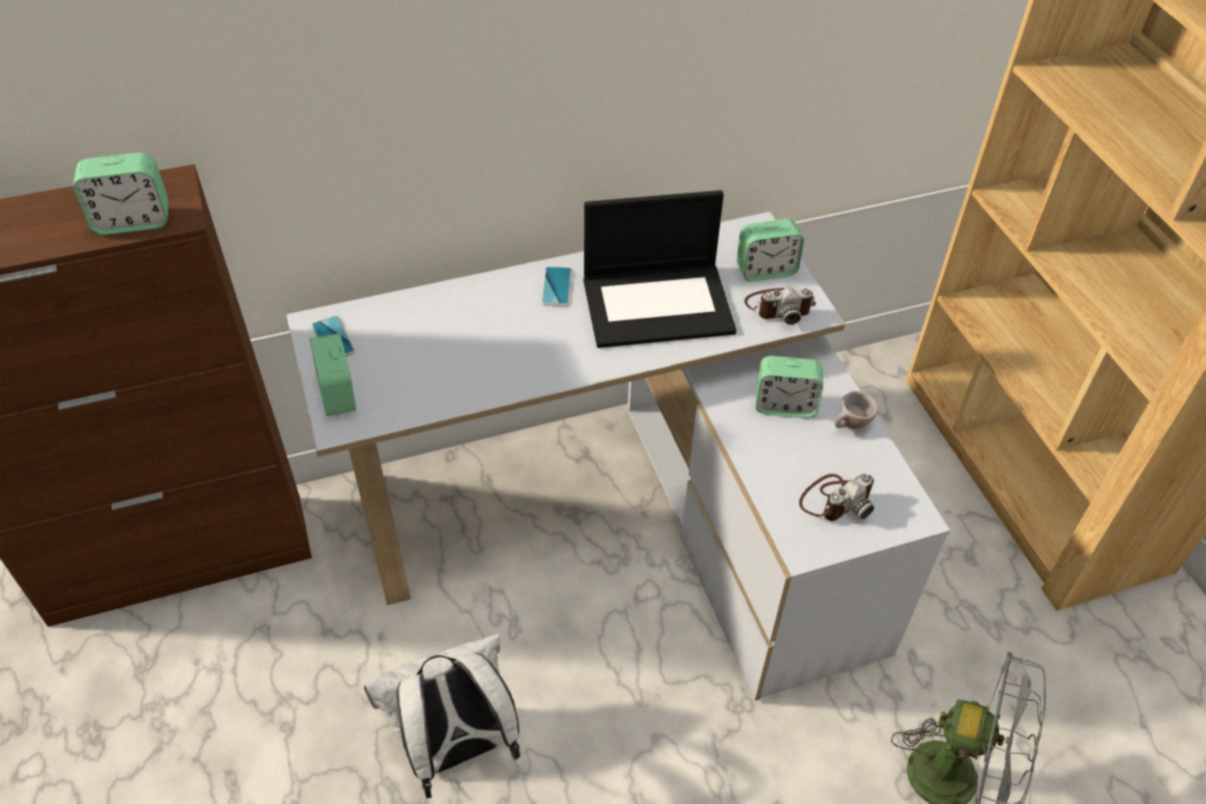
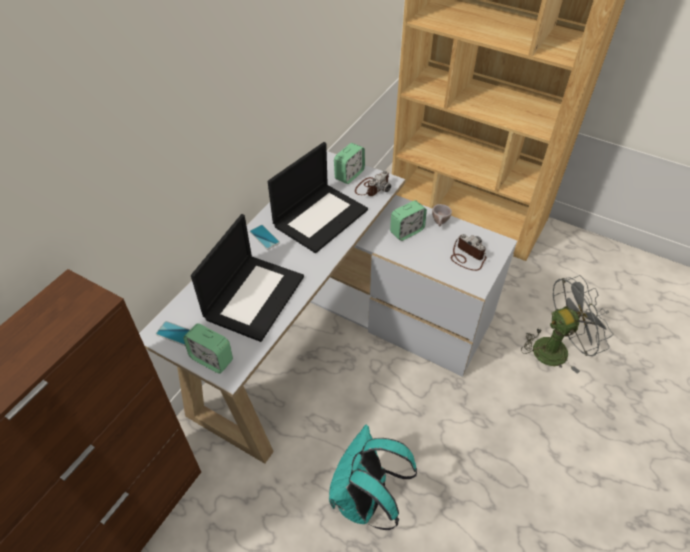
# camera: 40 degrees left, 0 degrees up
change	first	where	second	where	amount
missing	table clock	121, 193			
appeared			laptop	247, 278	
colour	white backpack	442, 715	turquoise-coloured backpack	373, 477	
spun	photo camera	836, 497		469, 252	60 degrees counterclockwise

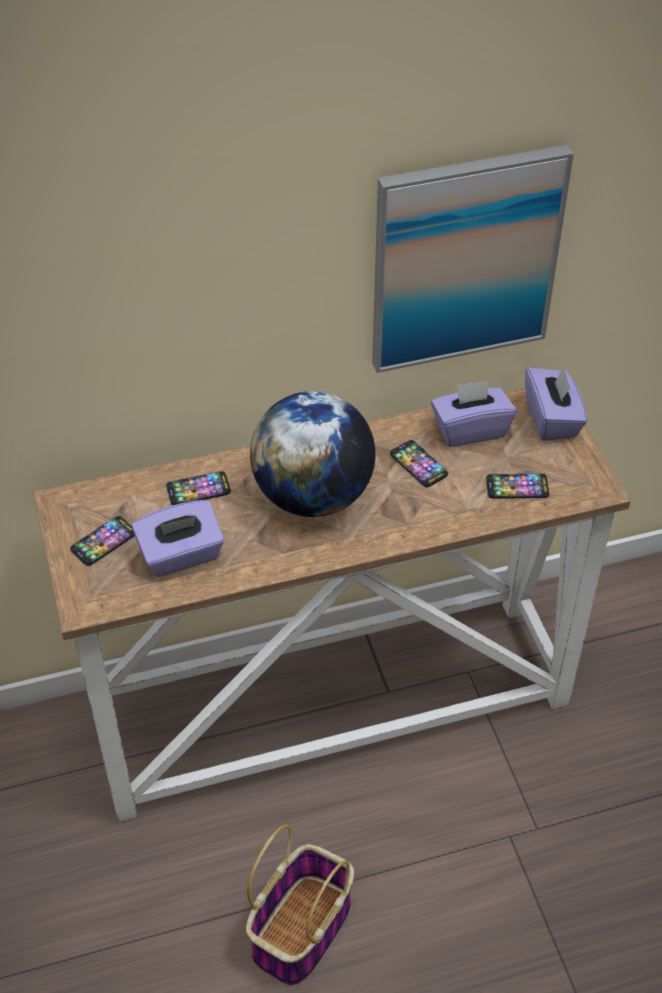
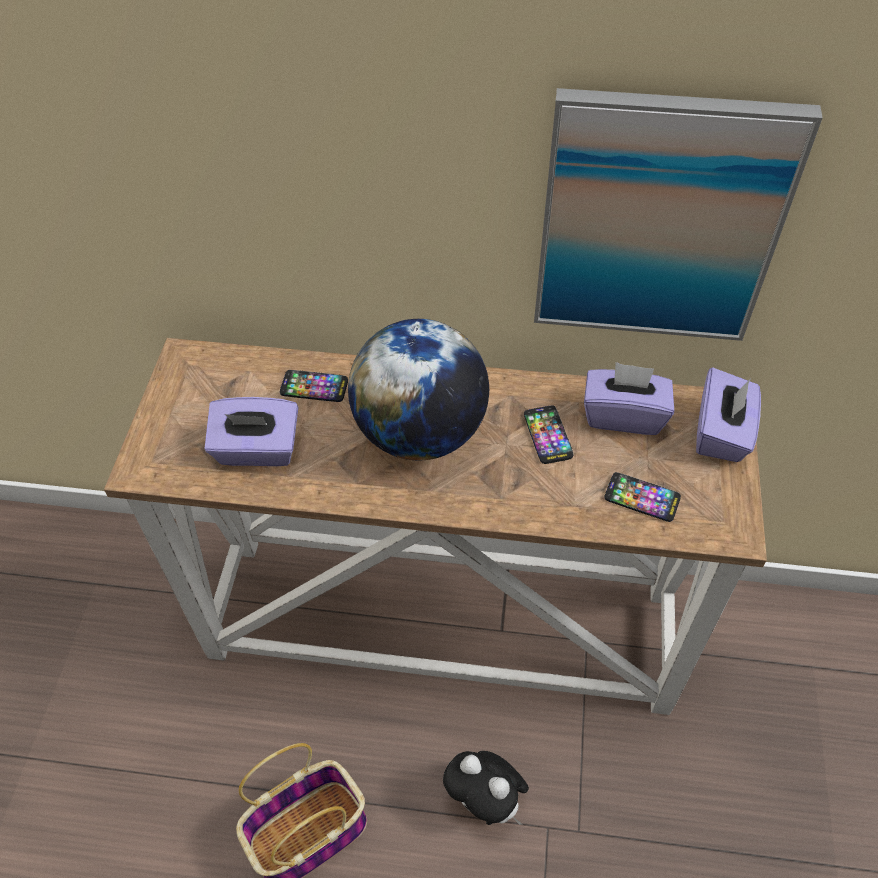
# camera: 25 degrees right, 5 degrees up
change	first	where	second	where	amount
missing	phone	102, 541			
appeared			soft toy	486, 788	

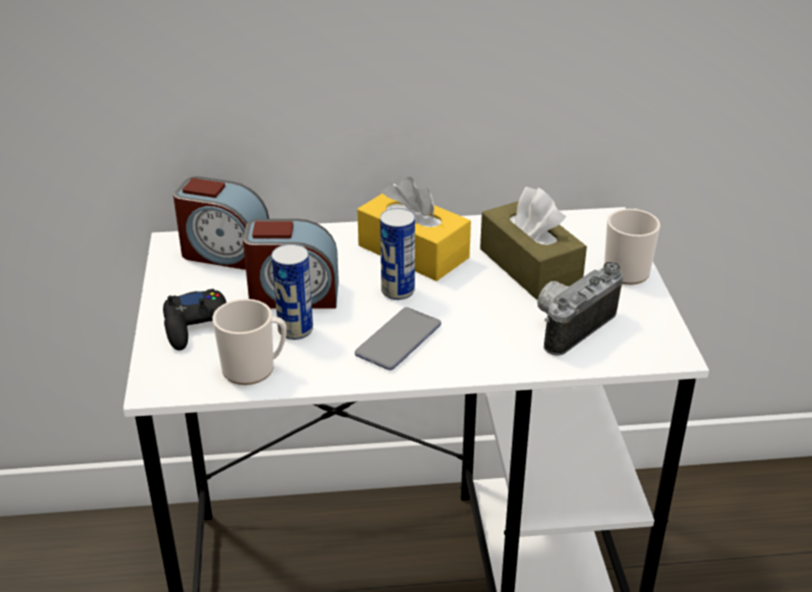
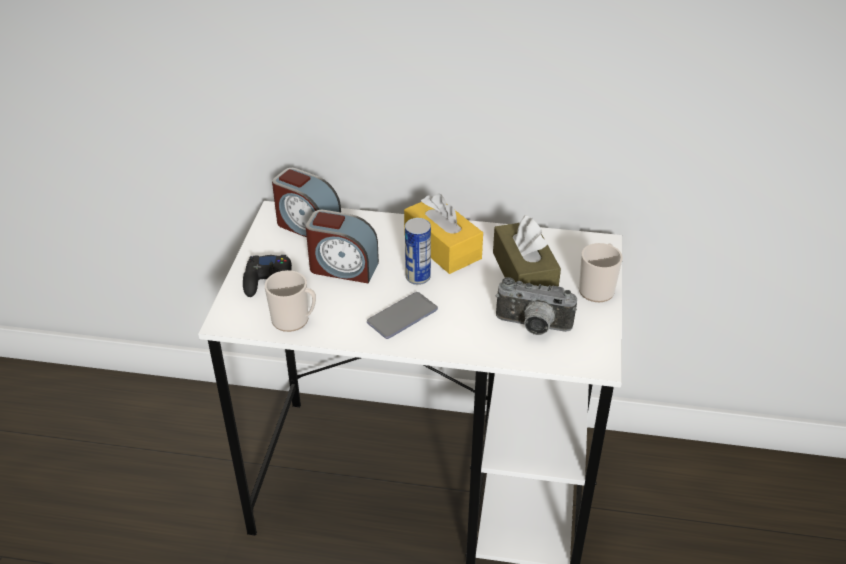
# camera: 15 degrees right, 5 degrees up
change	first	where	second	where	amount
missing	sealed can	292, 292			
spun	photo camera	580, 309		536, 306	135 degrees counterclockwise

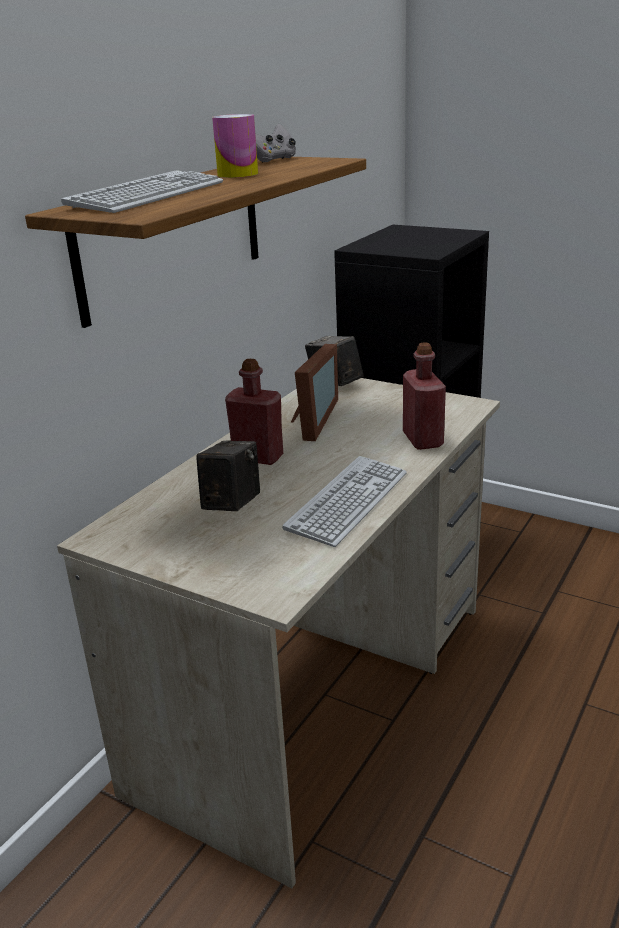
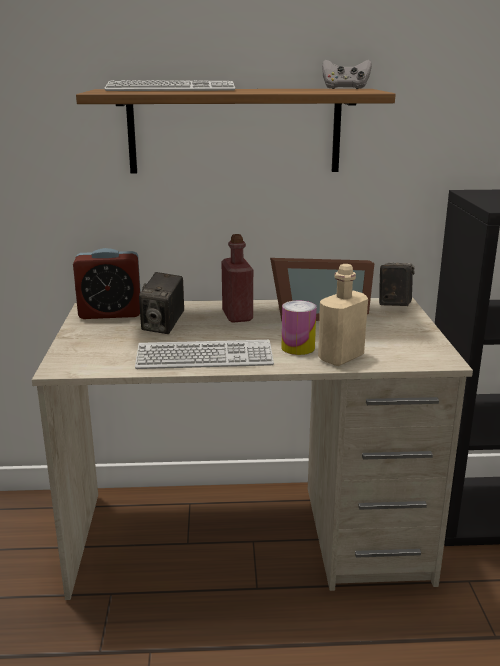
# camera: 55 degrees right, 5 degrees down
change	first	where	second	where	amount
appeared			table clock	107, 283	
relocated	sealed can	235, 146		299, 328	
colour	red-coloured beverage bottle	424, 396	beige-coloured beverage bottle	343, 315	
spun	photo camera	228, 475		161, 303	120 degrees clockwise

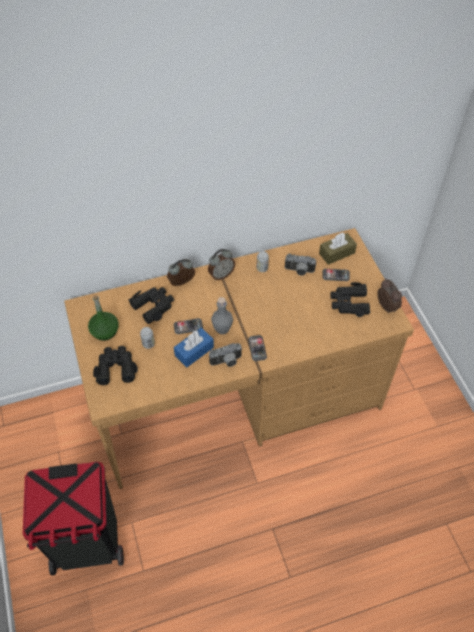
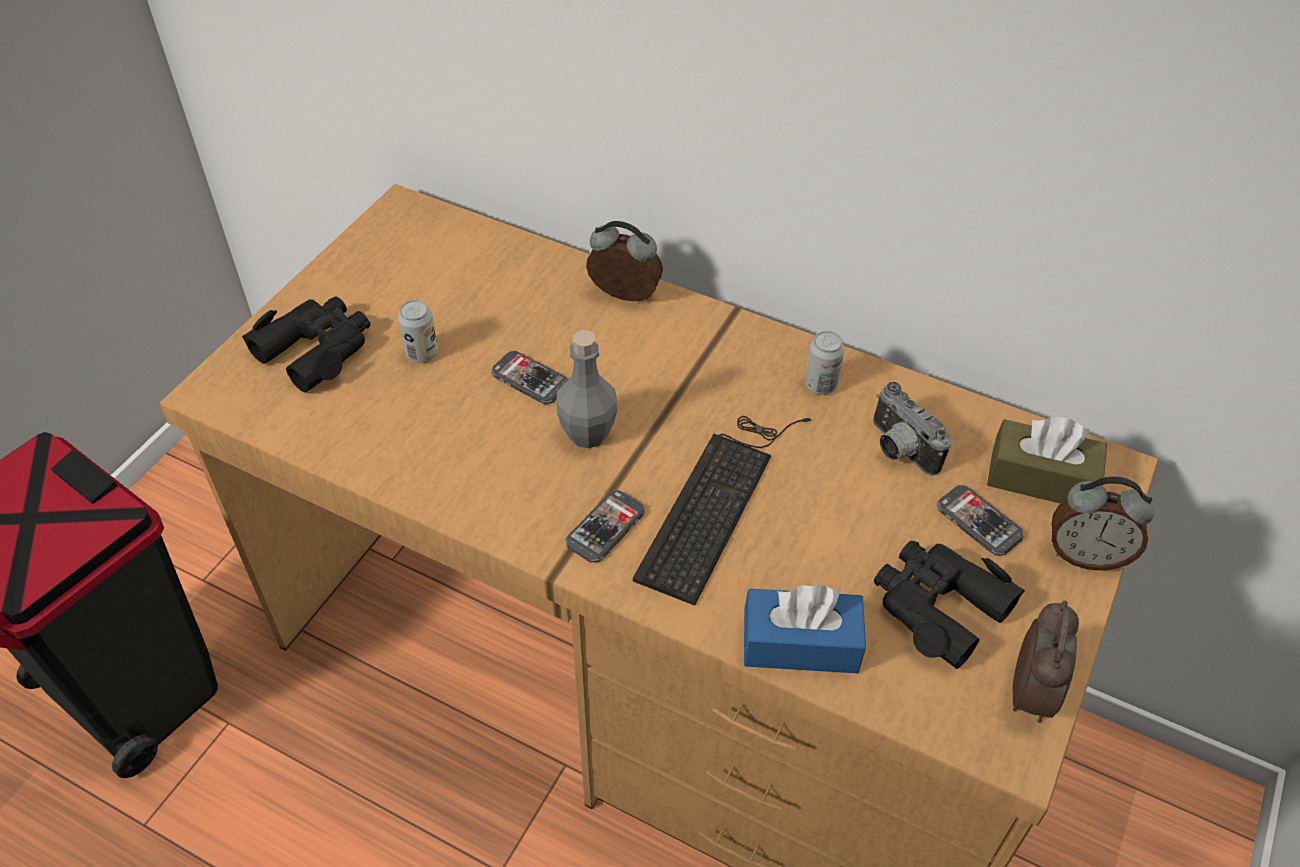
# camera: 45 degrees right, 5 degrees down
change	first	where	second	where	amount
missing	greenish beverage bottle	103, 318			
missing	black binoculars	151, 305			
missing	photo camera	225, 355			
appeared			PC keyboard	722, 511	
relocated	blue tissue holder	194, 347		805, 628	
relocated	table clock	221, 264		1103, 524	

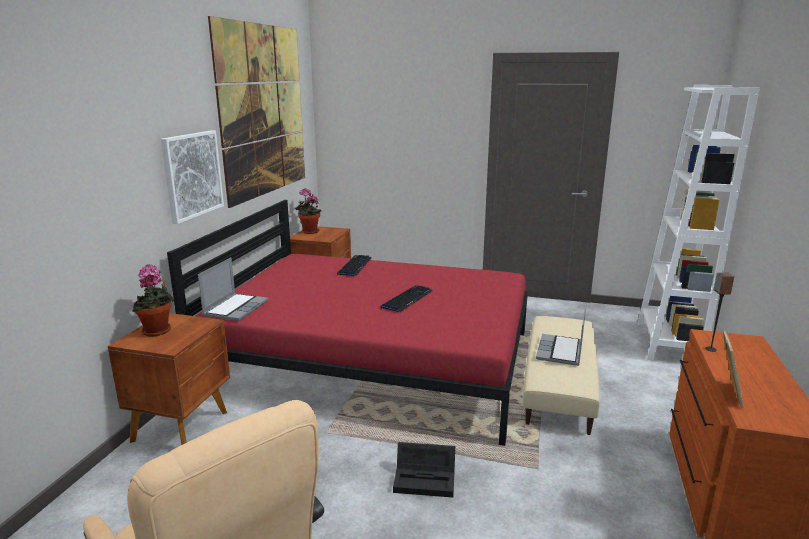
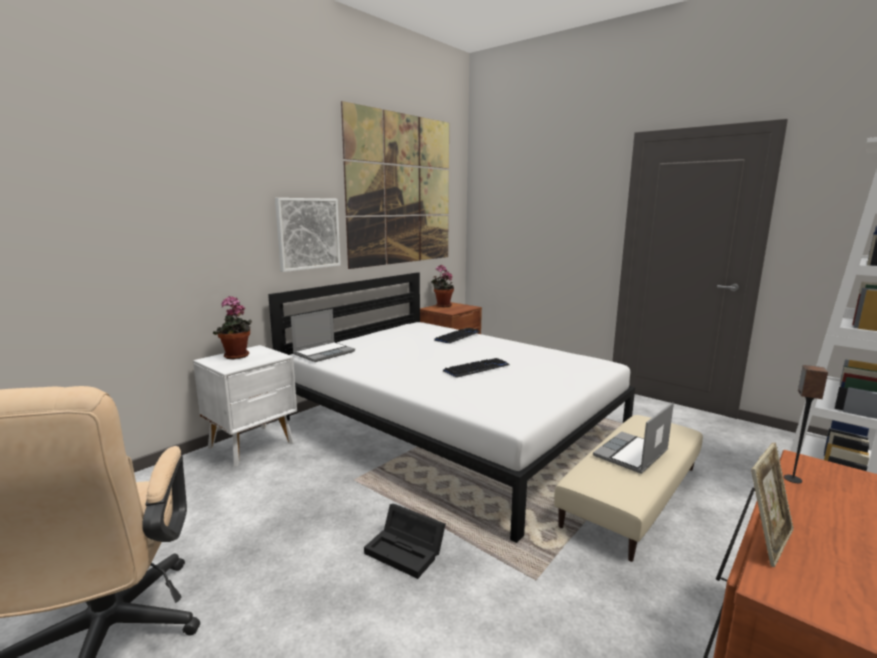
# camera: 25 degrees right, 5 degrees down
change	first	where	second	where	amount
colour	brownish nightstand	169, 379	white nightstand	245, 406	
colour	red-coloured bedroom bed	347, 323	white bedroom bed	451, 407	

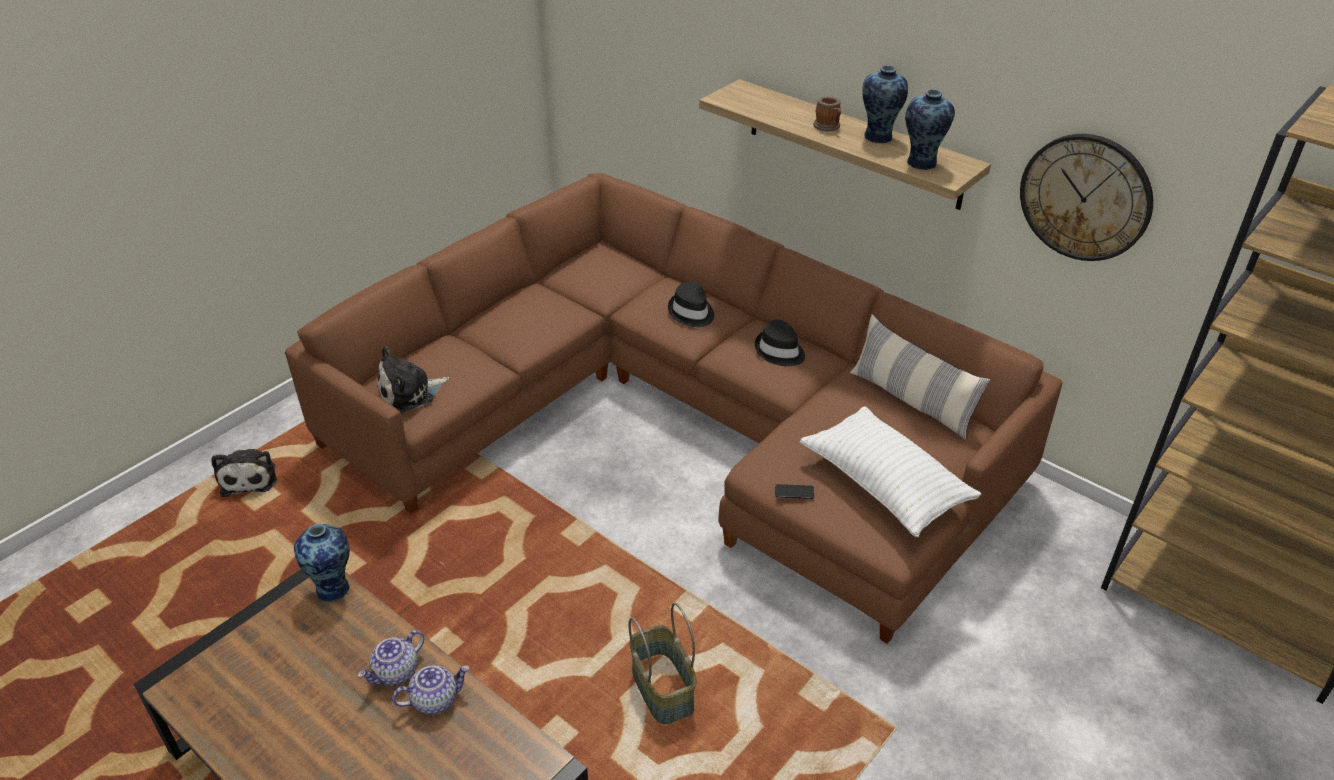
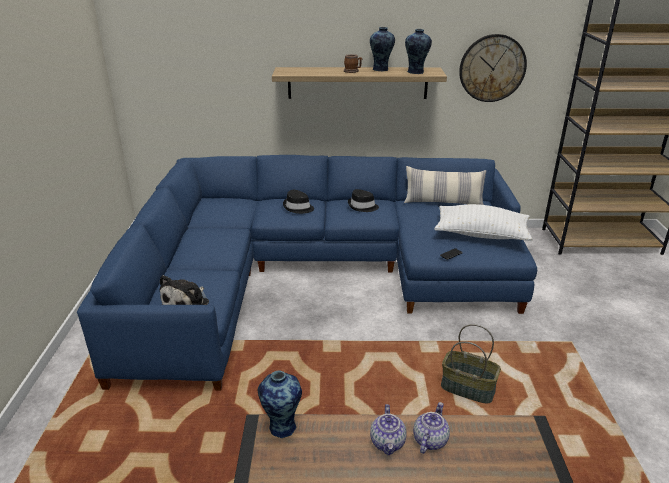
# camera: 40 degrees left, 10 degrees down
change	first	where	second	where	amount
missing	soft toy	244, 473			
colour	brownish couch	673, 408	blue couch	307, 272	

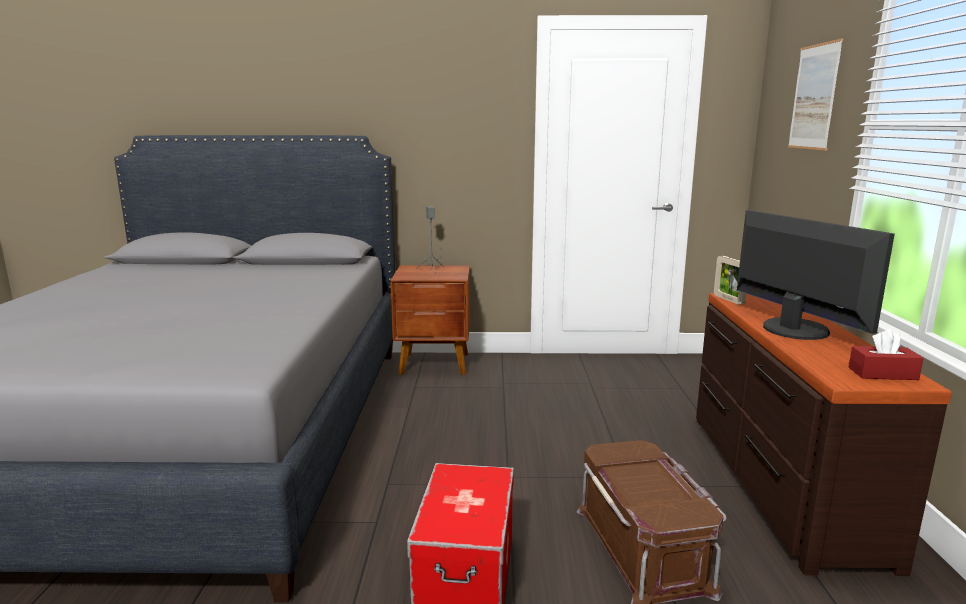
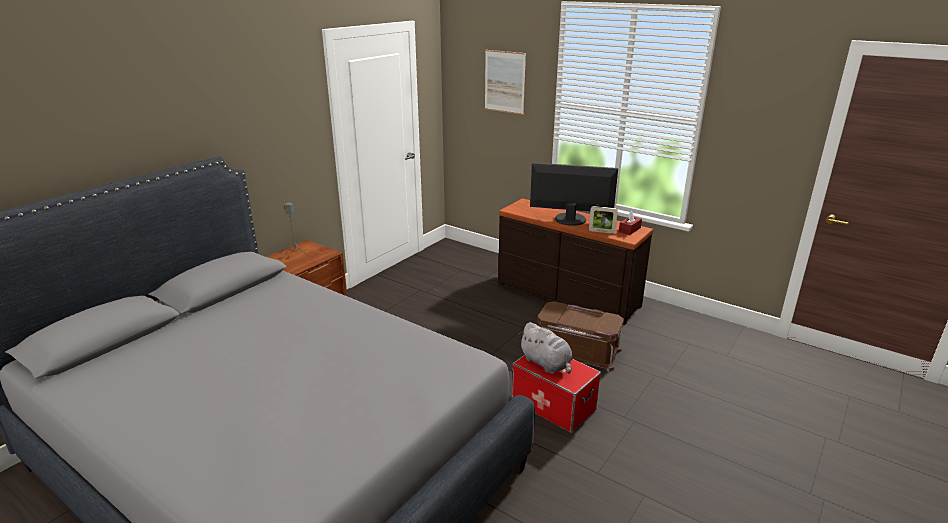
# camera: 55 degrees left, 10 degrees up
change	first	where	second	where	amount
appeared			greyish soft toy	545, 348	
relocated	standing frame	730, 280		603, 220	

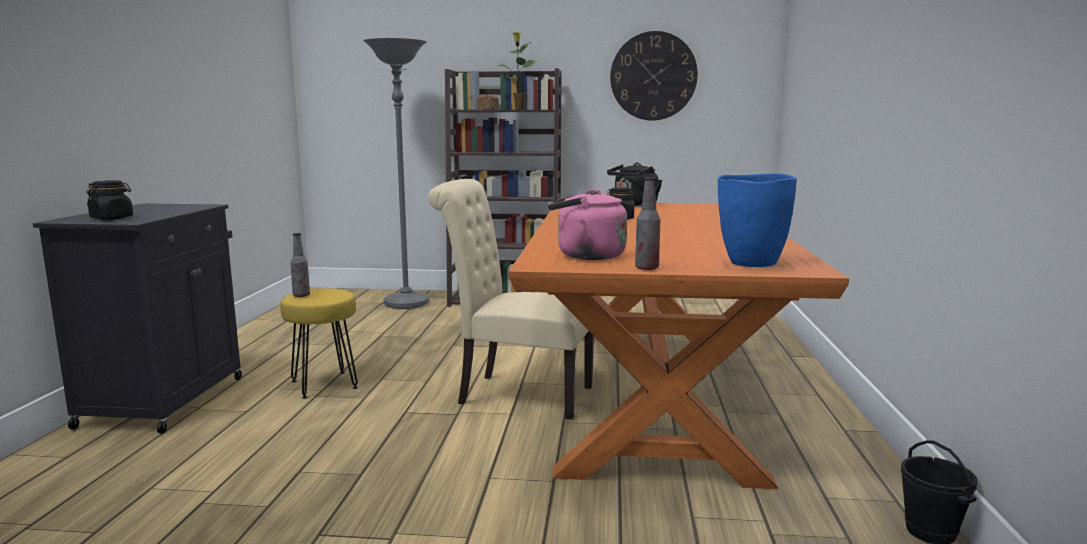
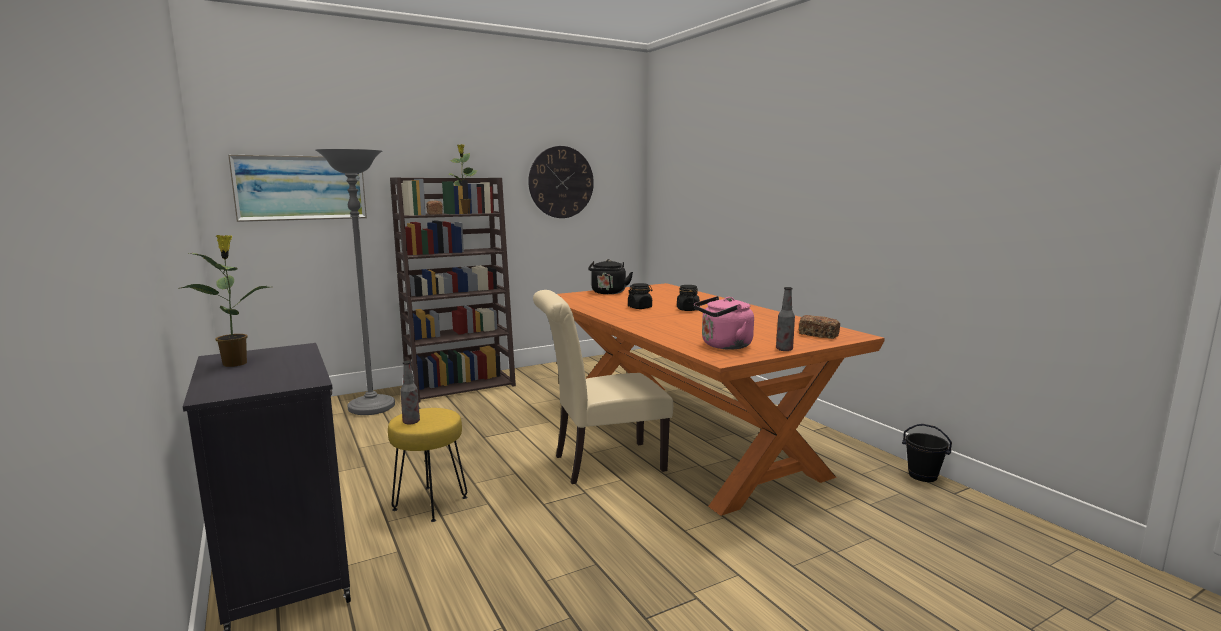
# camera: 35 degrees left, 0 degrees up
change	first	where	second	where	amount
appeared			houseplant	225, 301	
appeared			wall picture	297, 188	
relocated	black preserve jar	110, 200		688, 298	
exchanged	blue decorative vase	757, 220	baked bread	819, 327	

